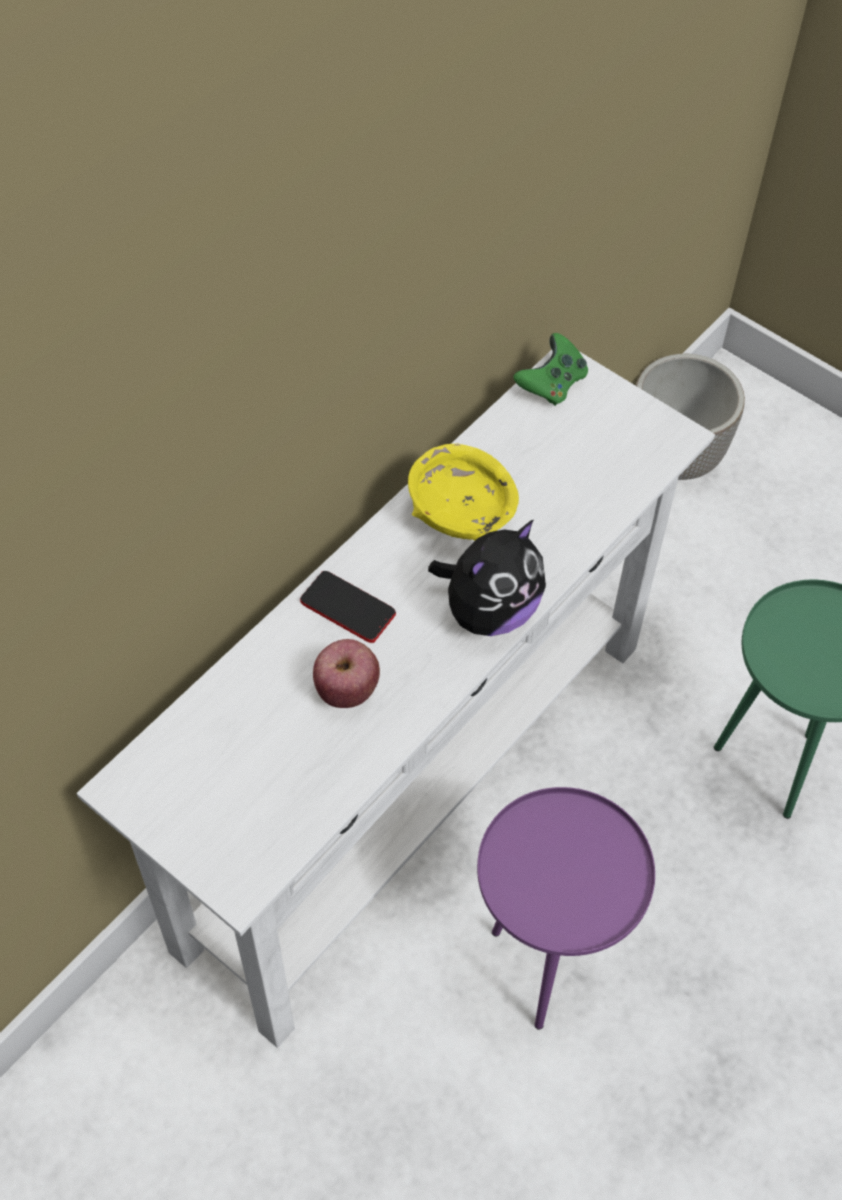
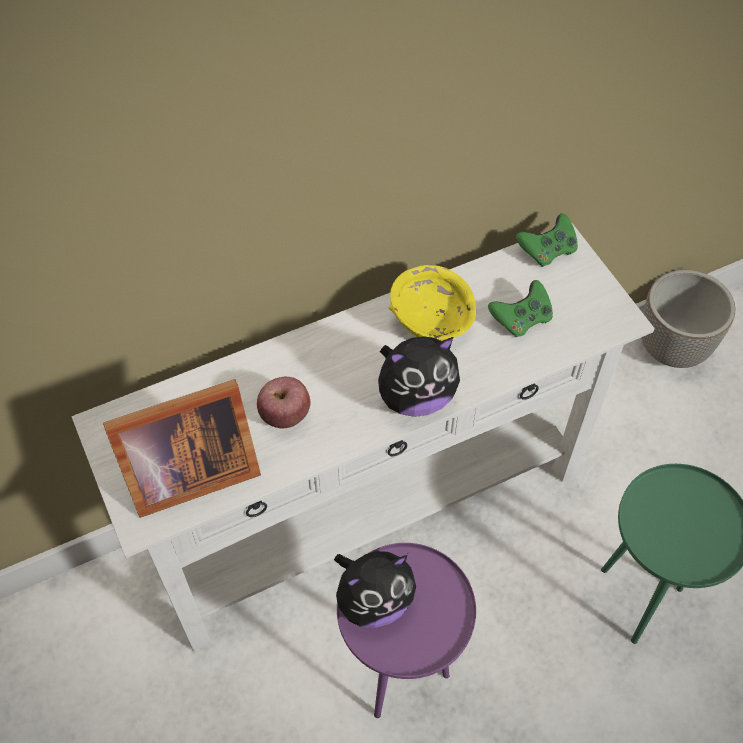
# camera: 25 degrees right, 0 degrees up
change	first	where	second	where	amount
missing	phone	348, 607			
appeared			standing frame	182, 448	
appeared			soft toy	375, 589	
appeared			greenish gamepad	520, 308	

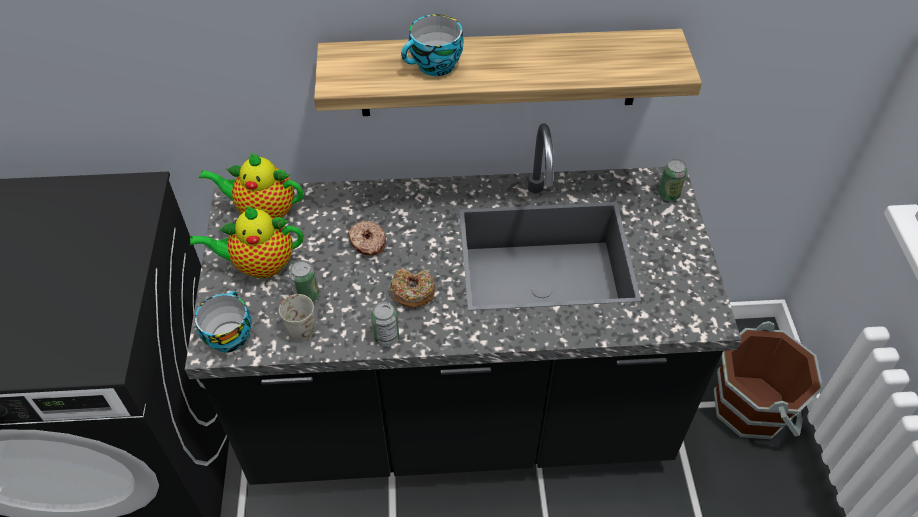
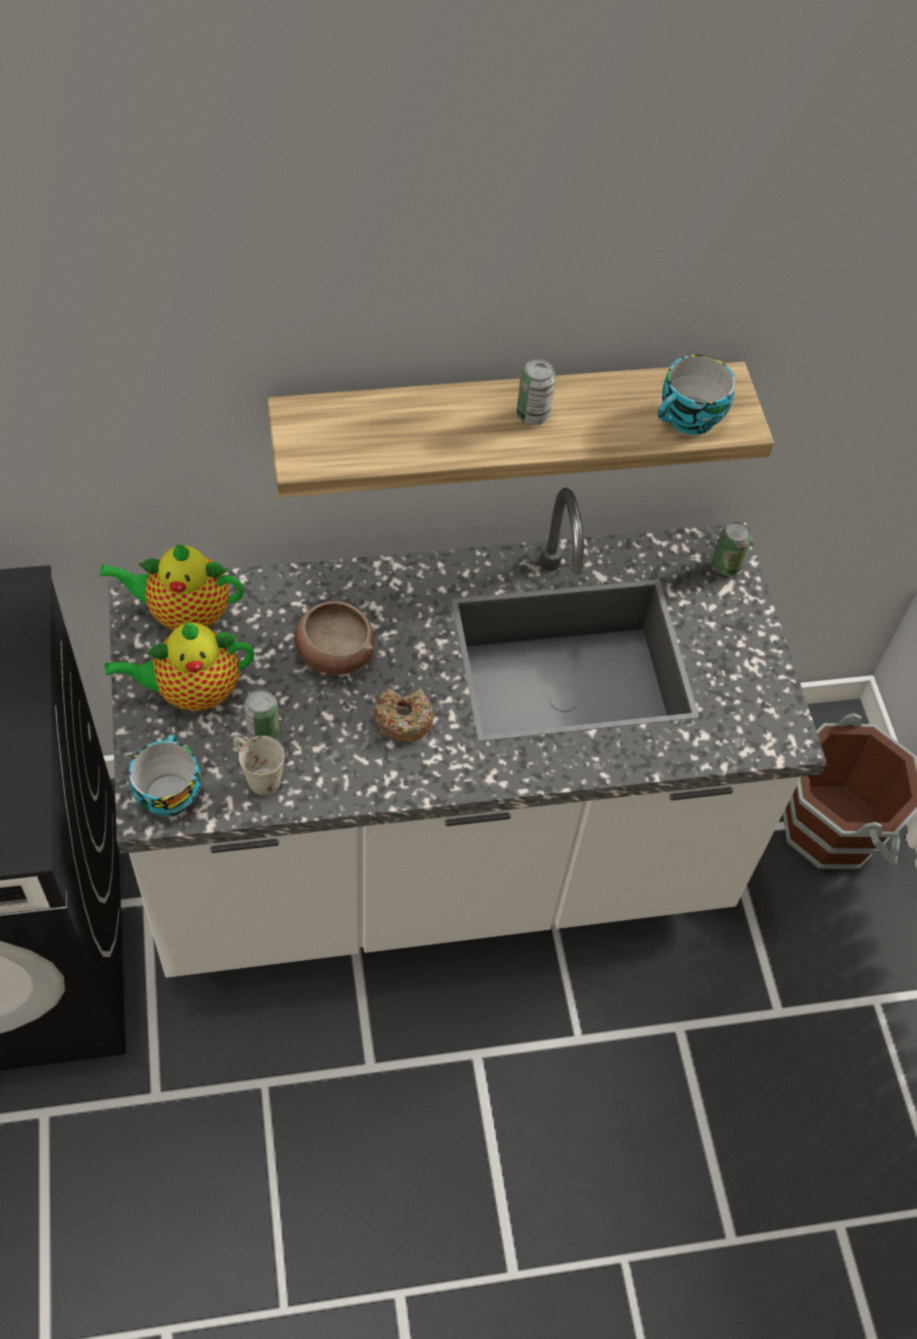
# camera: 10 degrees left, 5 degrees up
change	first	where	second	where	amount
relocated	sealed can	385, 324		536, 392	
relocated	drinking cup	432, 45		697, 395	
exchanged	ring doughnut	367, 238	serving bowl	334, 638	
colour	black kitchen base unit	463, 304	white kitchen base unit	467, 733	

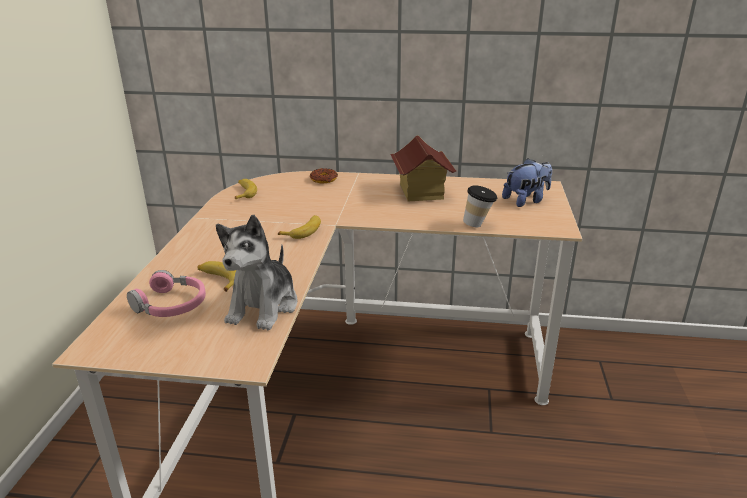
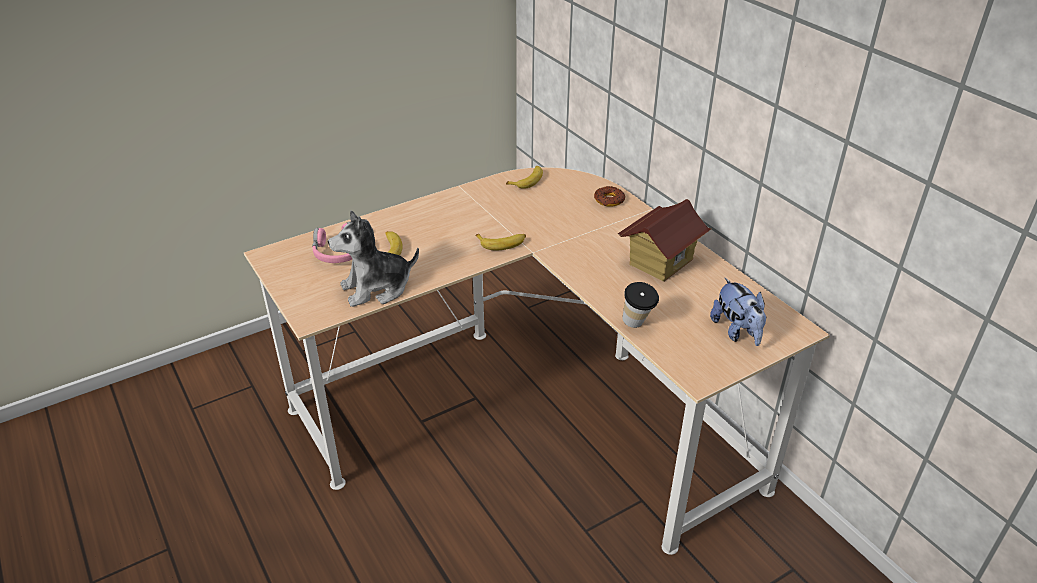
# camera: 50 degrees right, 10 degrees up
change	first	where	second	where	amount
spun	soft toy	527, 182		738, 312	45 degrees clockwise

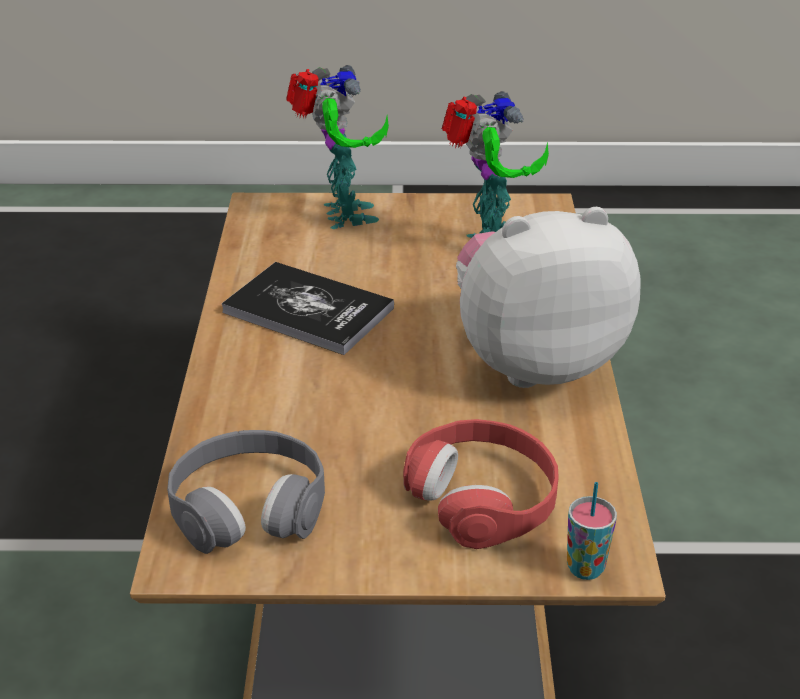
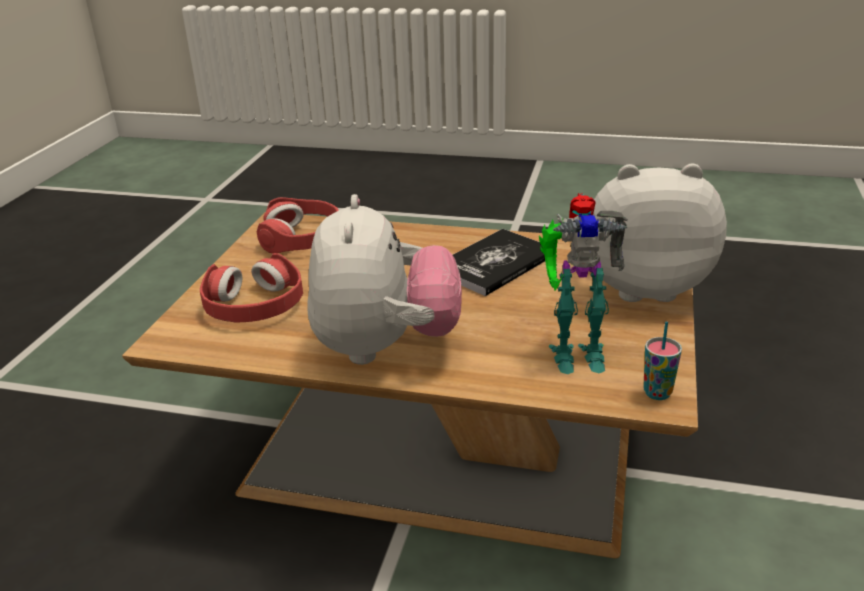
# camera: 105 degrees right, 5 degrees down
change	first	where	second	where	amount
relocated	drinking cup	592, 531		662, 360	
exchanged	model robot	337, 147	soft toy	660, 233	
colour	greyish headset	246, 492	red-coloured headset	298, 225	

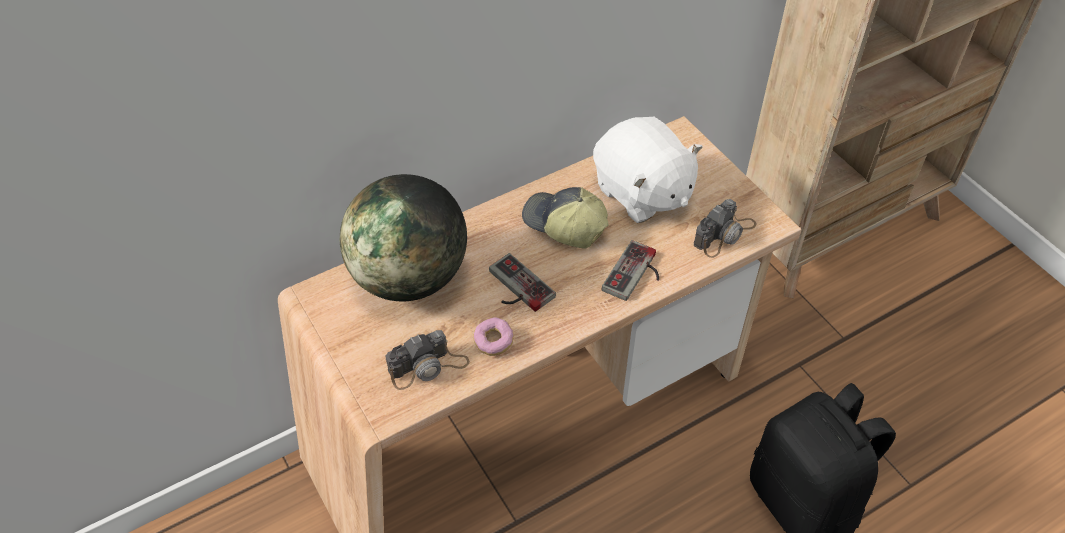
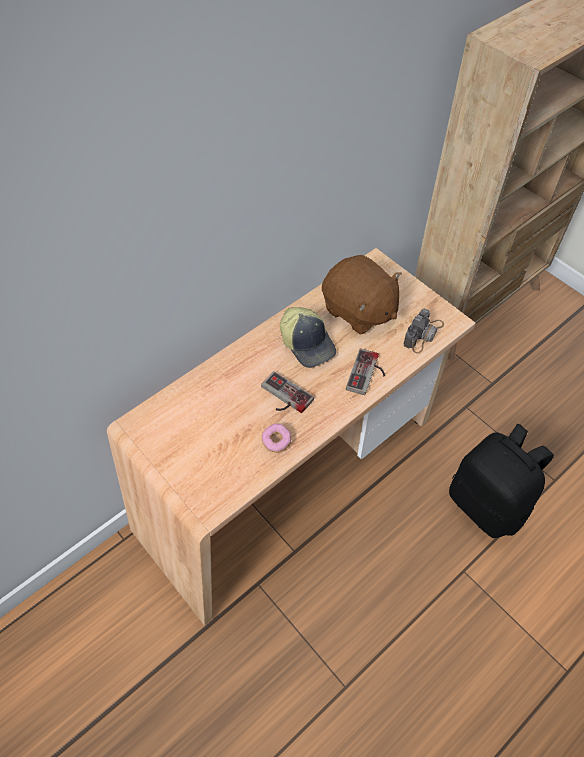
# camera: 10 degrees left, 5 degrees up
change	first	where	second	where	amount
missing	globe	403, 238			
missing	photo camera	427, 360			
colour	white soft toy	648, 170	brownish soft toy	362, 295	
spun	cap	565, 218		308, 337	150 degrees counterclockwise

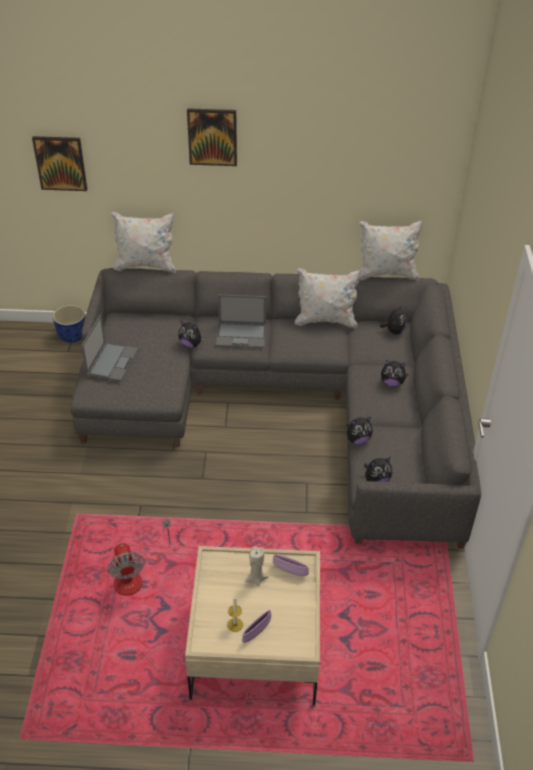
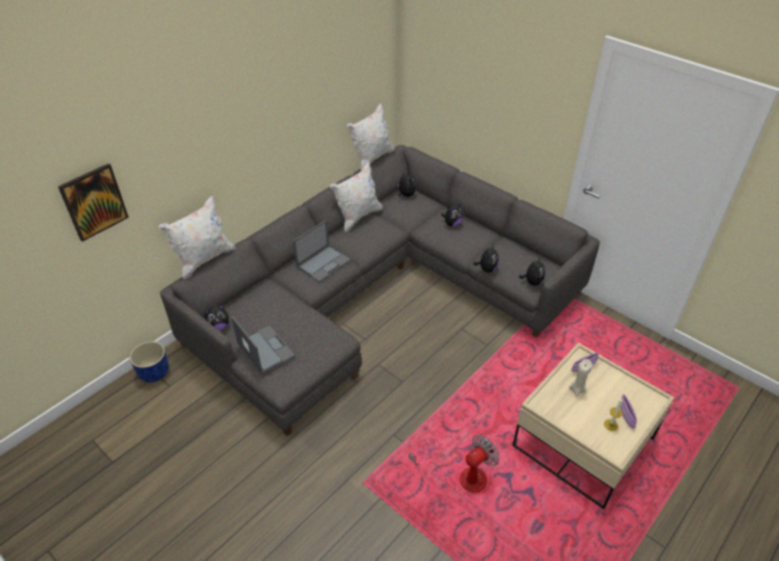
# camera: 50 degrees left, 0 degrees up
change	first	where	second	where	amount
missing	wall picture	212, 137			
relocated	soft toy	191, 334		216, 318	
spun	fan	139, 557		454, 464	60 degrees counterclockwise

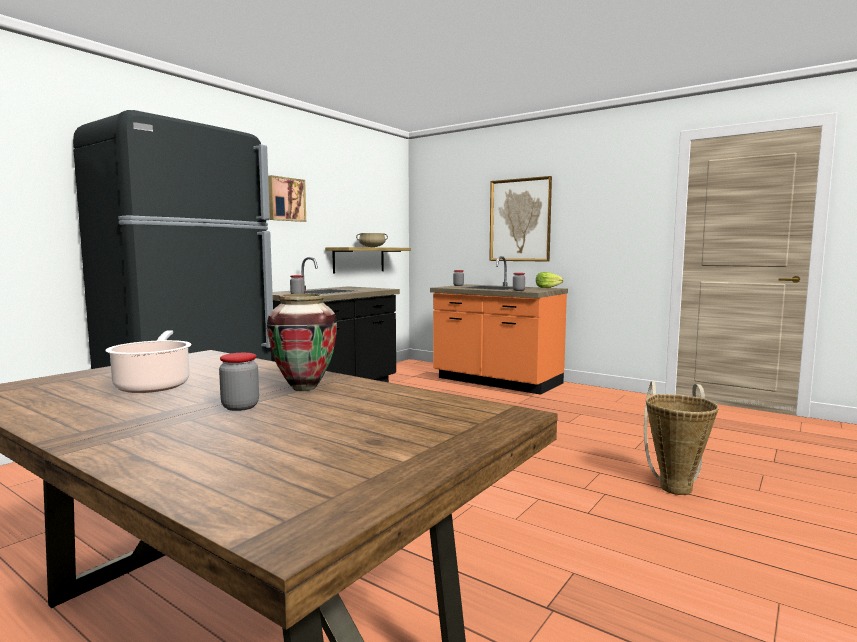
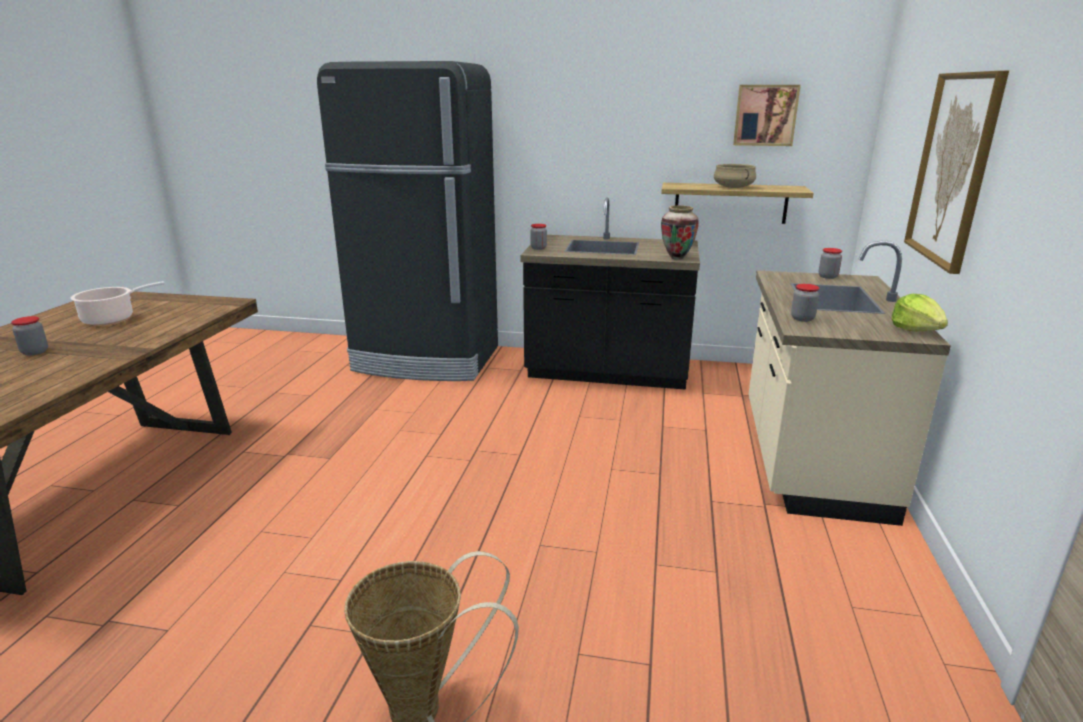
# camera: 65 degrees right, 15 degrees up
change	first	where	second	where	amount
relocated	decorative vase	302, 342		680, 232	
relocated	wall picture	287, 198		767, 115	
colour	orange-coloured kitchen base unit	499, 325	beige-coloured kitchen base unit	850, 383	

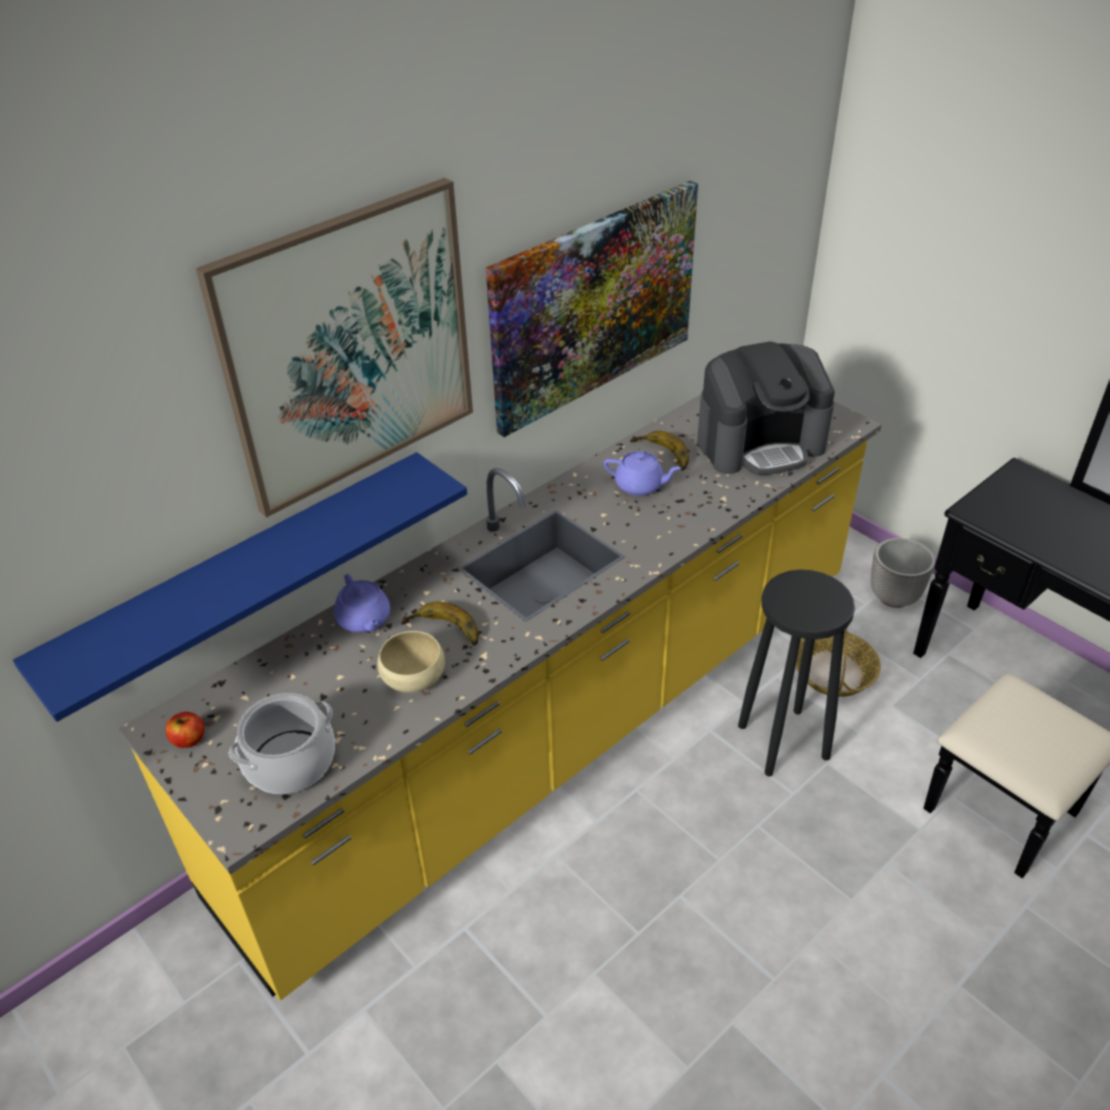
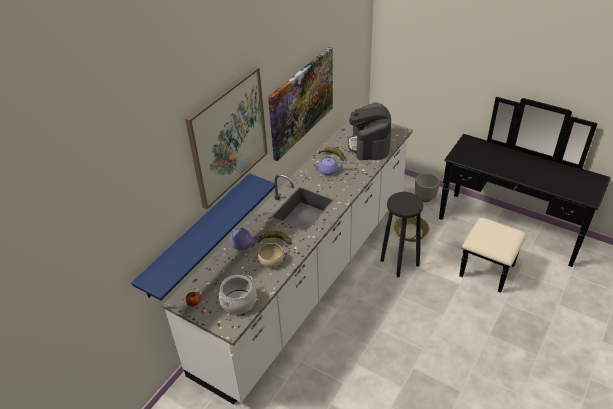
# camera: 15 degrees left, 0 degrees up
change	first	where	second	where	amount
colour	yellow kitchen base unit	500, 697	white kitchen base unit	288, 261	
spun	coffee machine	766, 408		369, 131	120 degrees clockwise

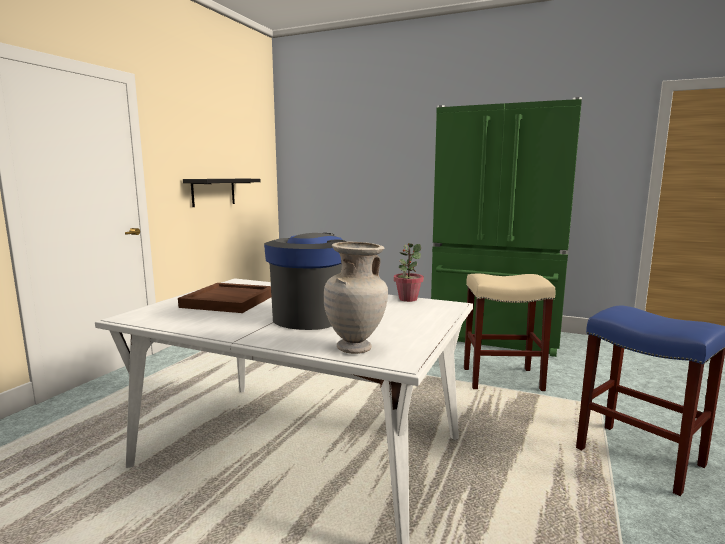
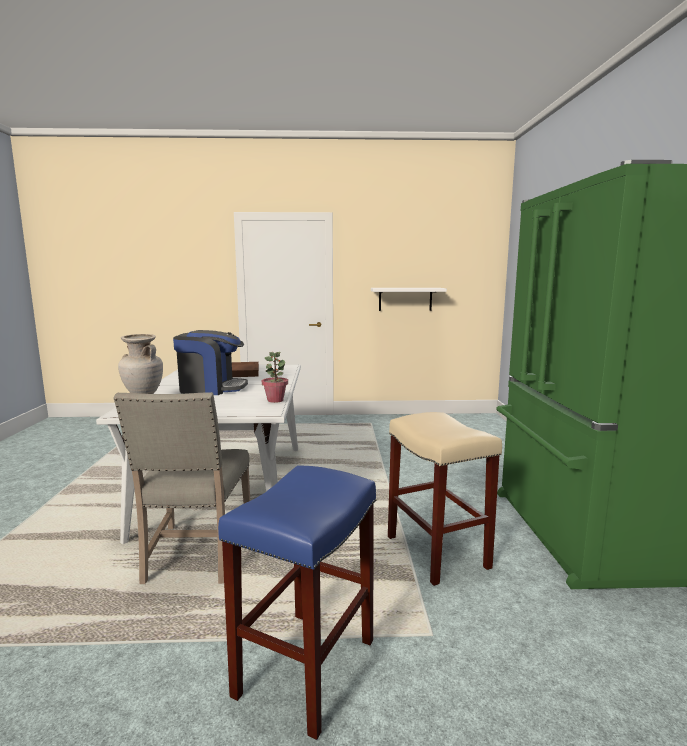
# camera: 65 degrees right, 0 degrees up
change	first	where	second	where	amount
appeared			beige-coloured upright chair	182, 488	
colour	black shelf	222, 193	white shelf	409, 299	

